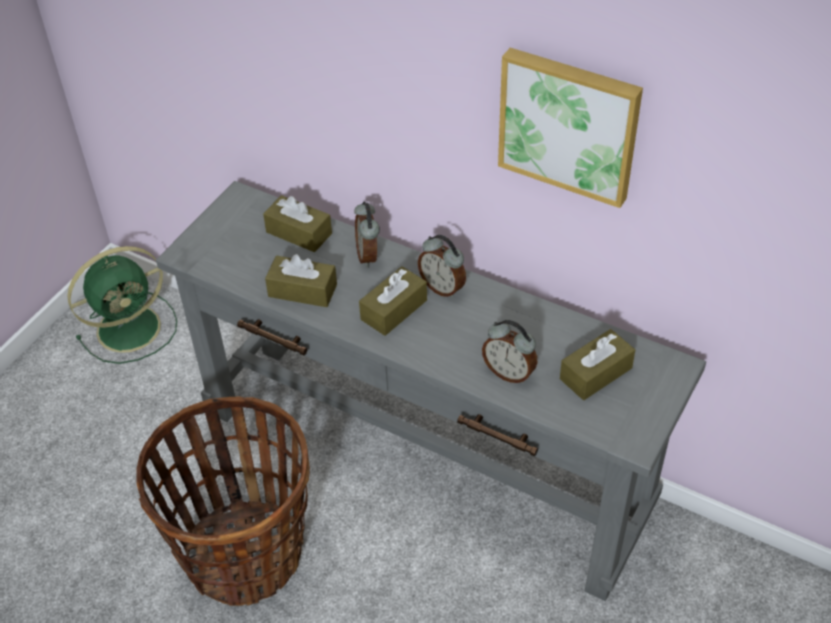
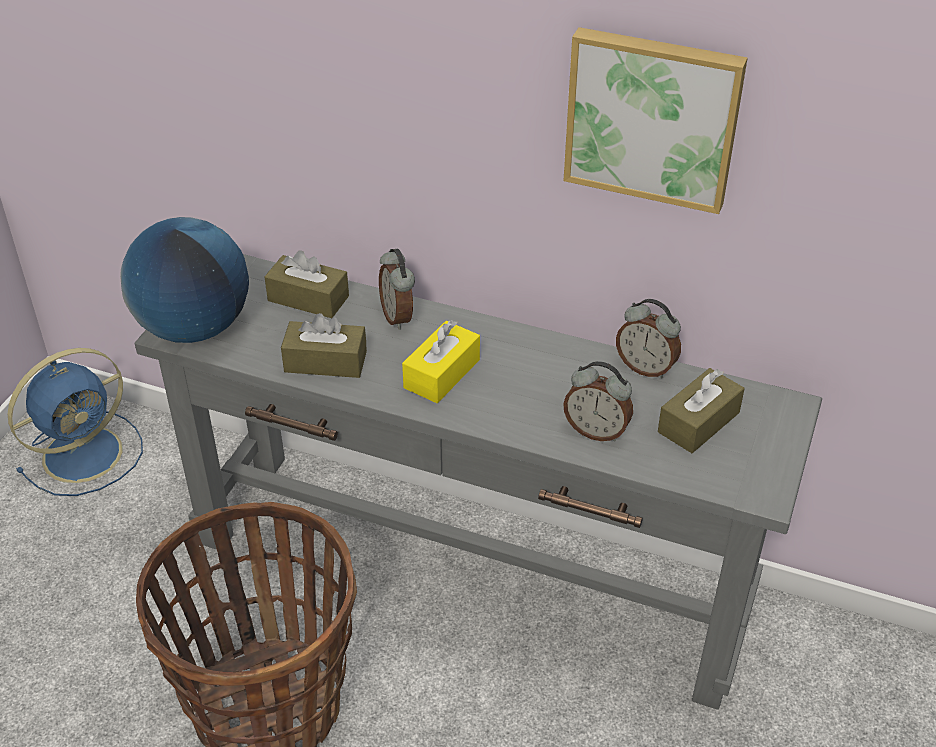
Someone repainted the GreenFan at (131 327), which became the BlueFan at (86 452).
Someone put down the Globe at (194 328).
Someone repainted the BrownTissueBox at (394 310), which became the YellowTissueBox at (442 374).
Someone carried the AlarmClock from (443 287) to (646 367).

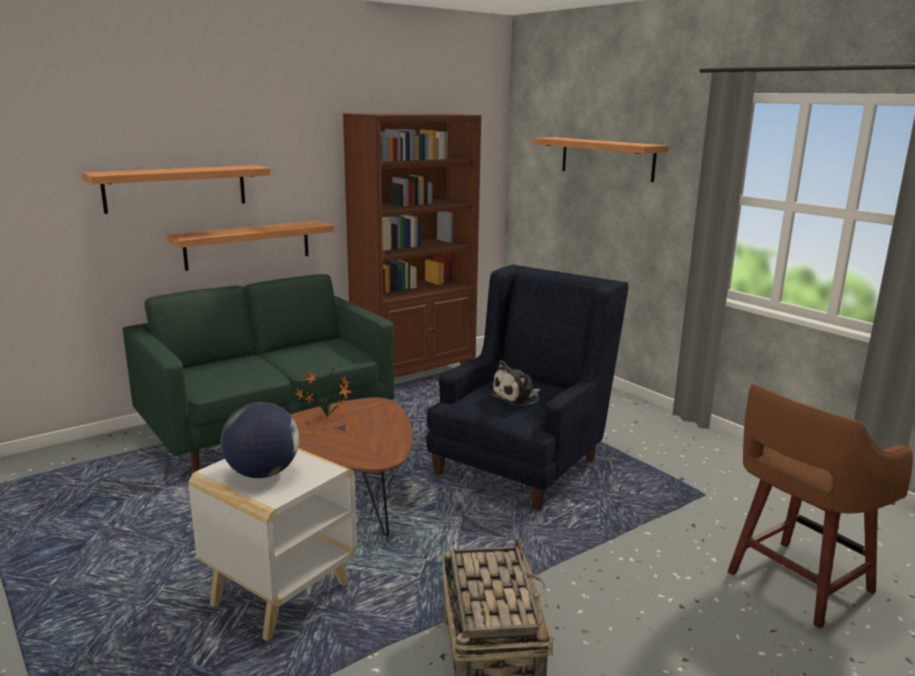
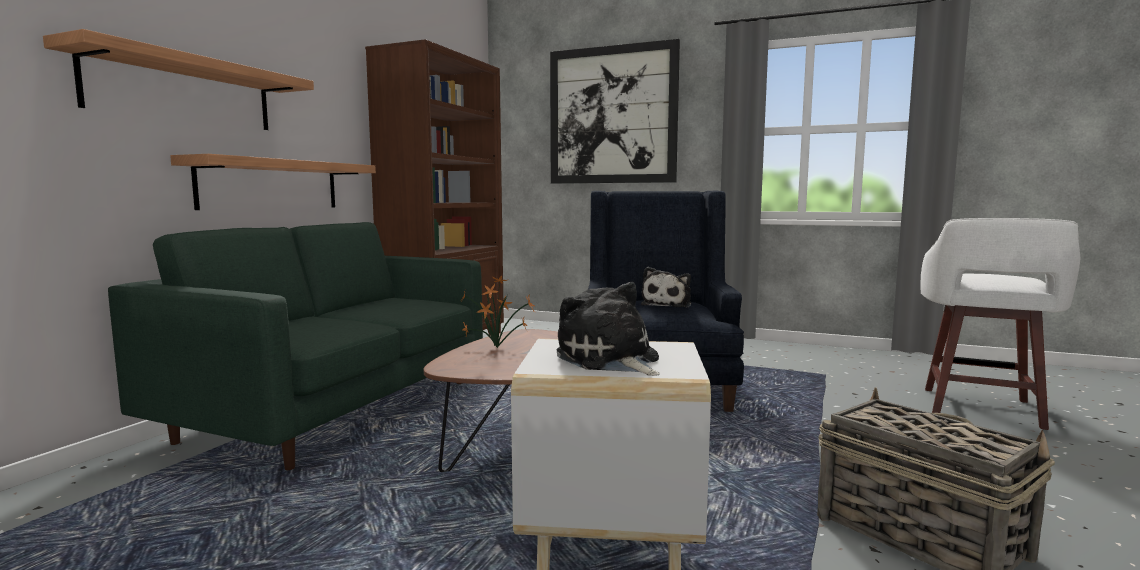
Someone swapped the Shelf at (607 158) for the Picture at (612 115).
Someone swapped the Globe at (262 473) for the PlushToy at (609 360).
Someone repainted the BrownStool at (796 584), which became the WhiteStool at (981 409).

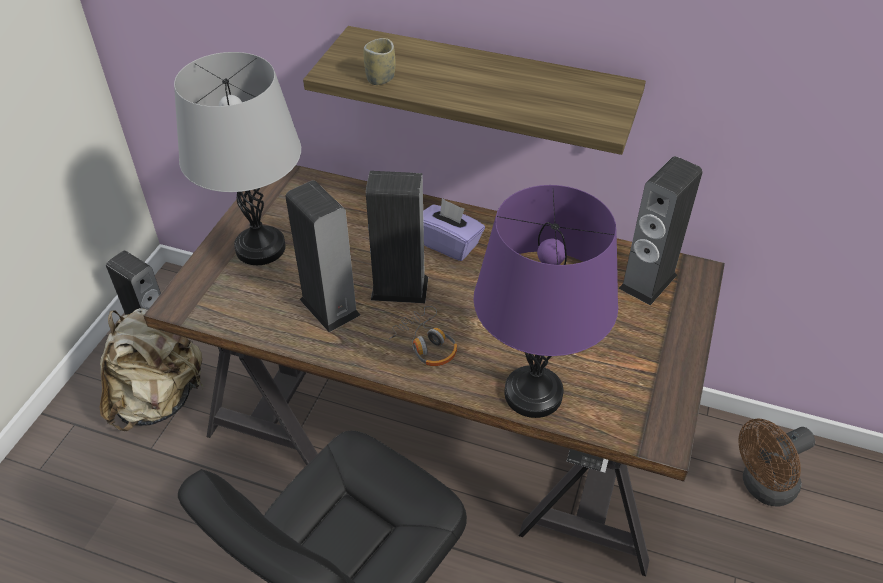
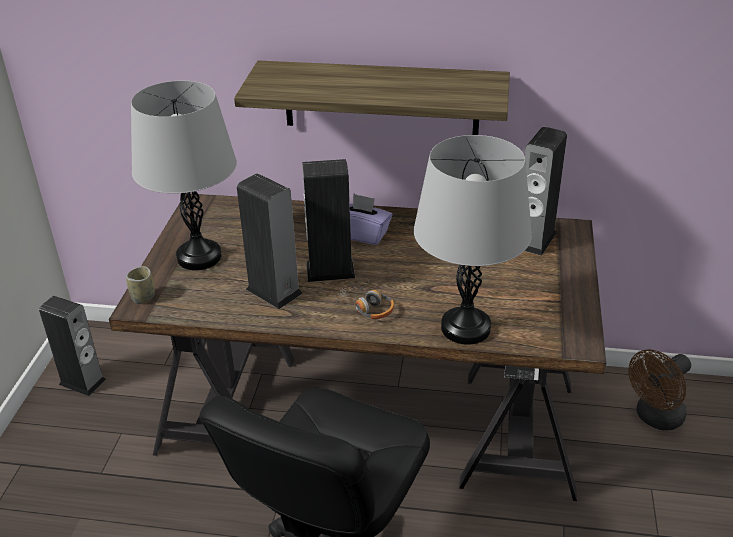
Someone carried the Cup from (380 78) to (143 297).
Someone repainted the PurpleTableLamp at (533 394), which became the GreyTableLamp at (466 328).
Someone took away the BeigeBackpack at (159 399).

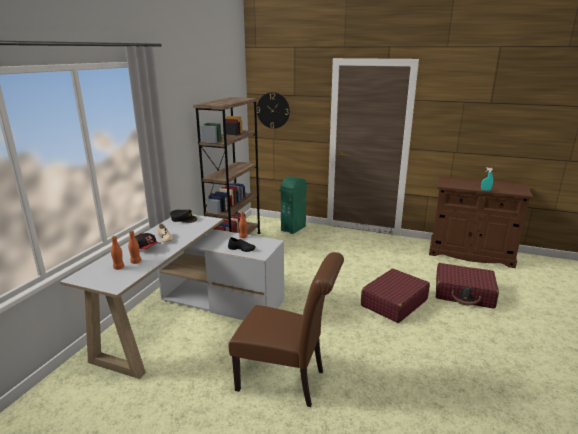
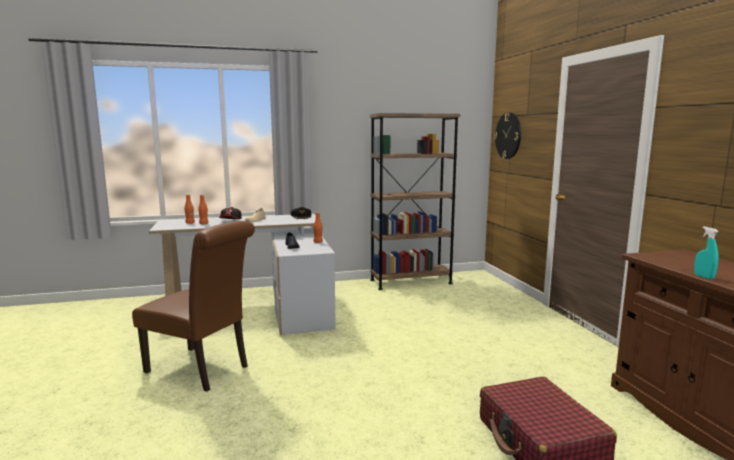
Someone rotated the BrownChair at (286 381) by 45 degrees counterclockwise.
Someone took away the GreenTrashCan at (293 228).
Someone took away the RedSuitcase at (393 303).

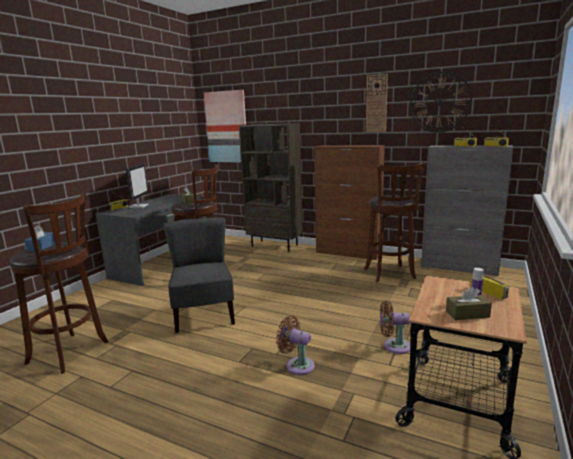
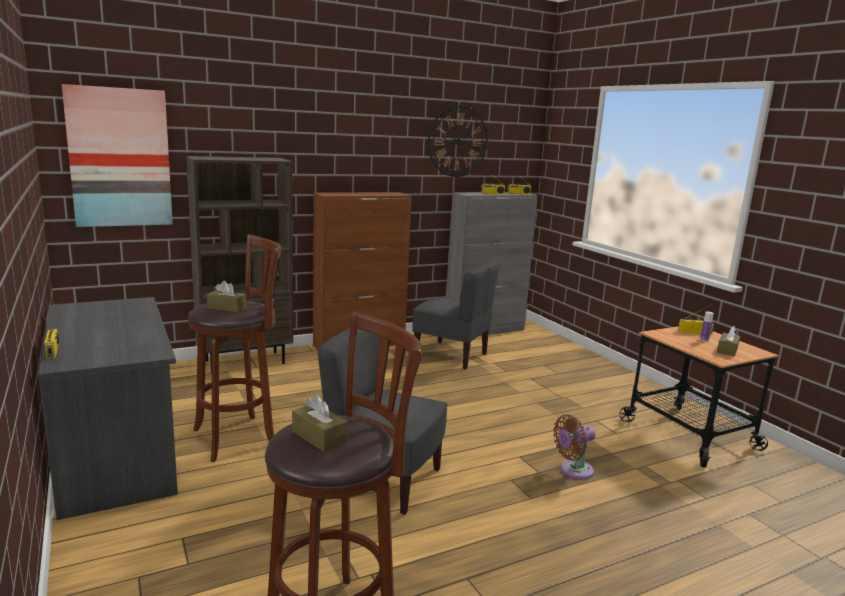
Someone repainted the BlueTissueBox at (42 247), which became the BrownTissueBox at (319 437).
Someone swapped the BrownStool at (390 274) for the GreyChair at (451 355).
Someone took away the Monitor at (139 206).
Someone took away the WallClock at (376 103).
Someone took away the BrownFan at (394 346).

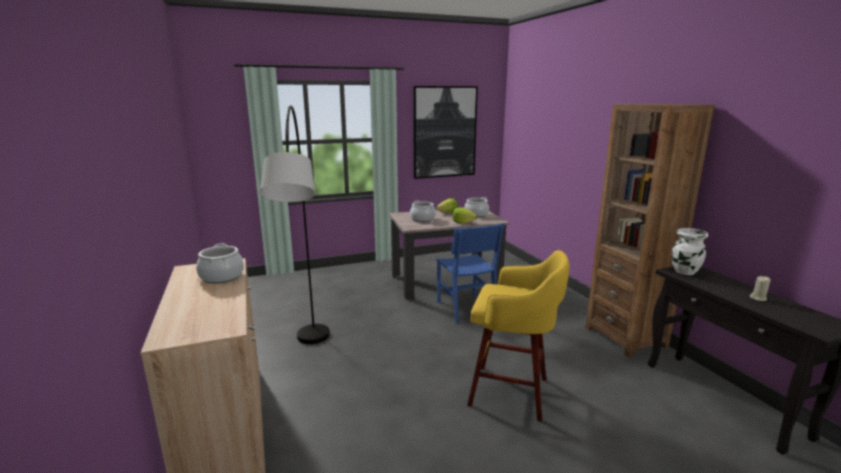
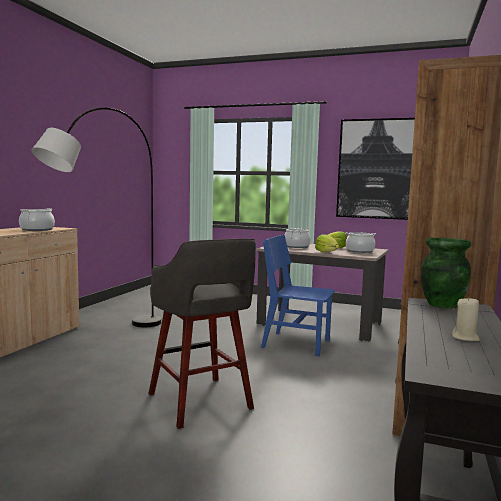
Someone repainted the YellowStool at (512 392), which became the GreyStool at (201 403).
Someone rotated the BlueChair at (466 308) by 90 degrees clockwise.
Someone repainted the WhiteVase at (684 272), which became the GreenVase at (442 305).

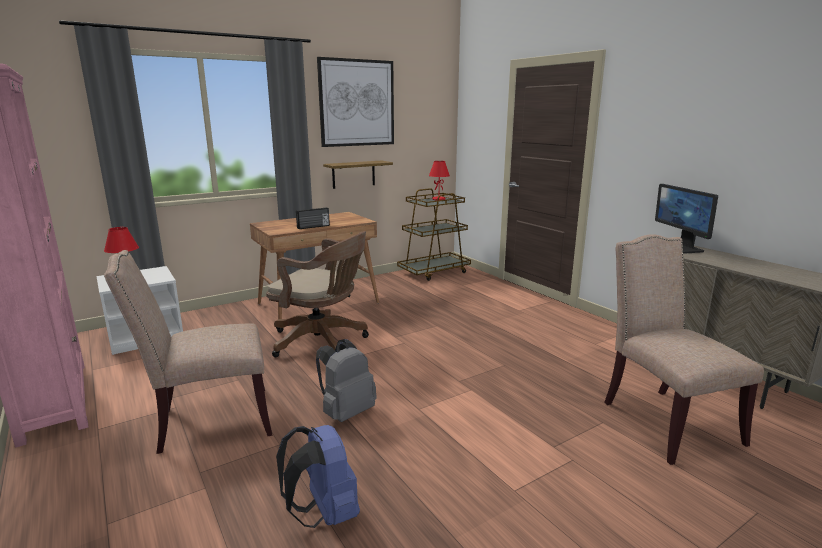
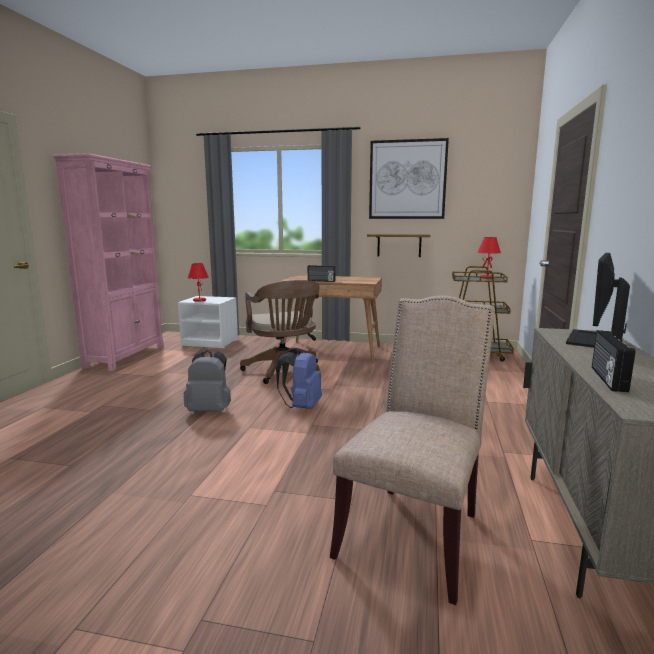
Someone carried the BlueBackpack from (324 513) to (301 406).
Someone put down the Radio at (607 379).
Someone took away the BeigeChair at (209 422).

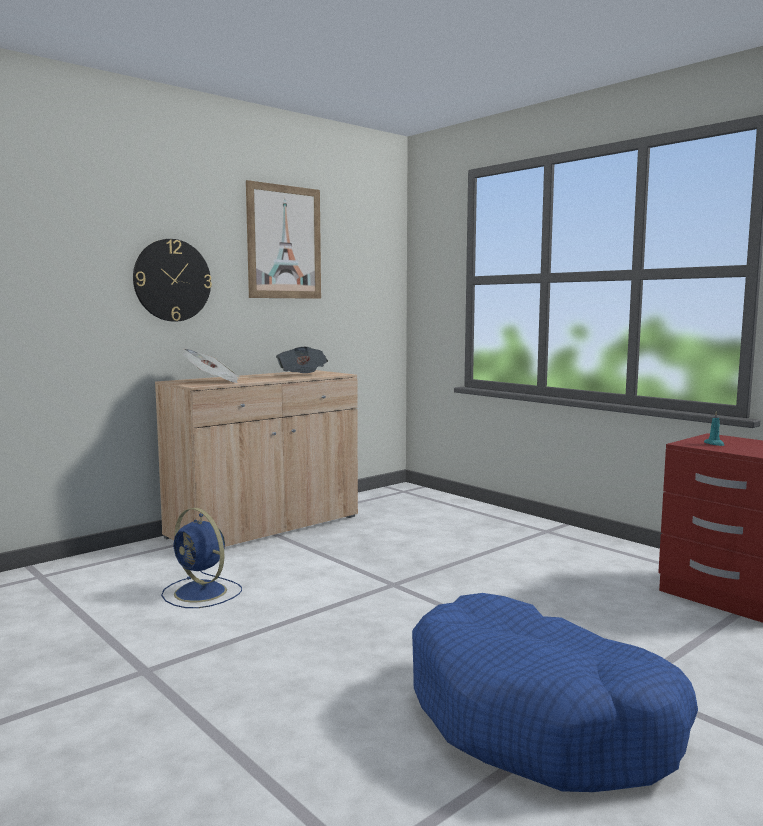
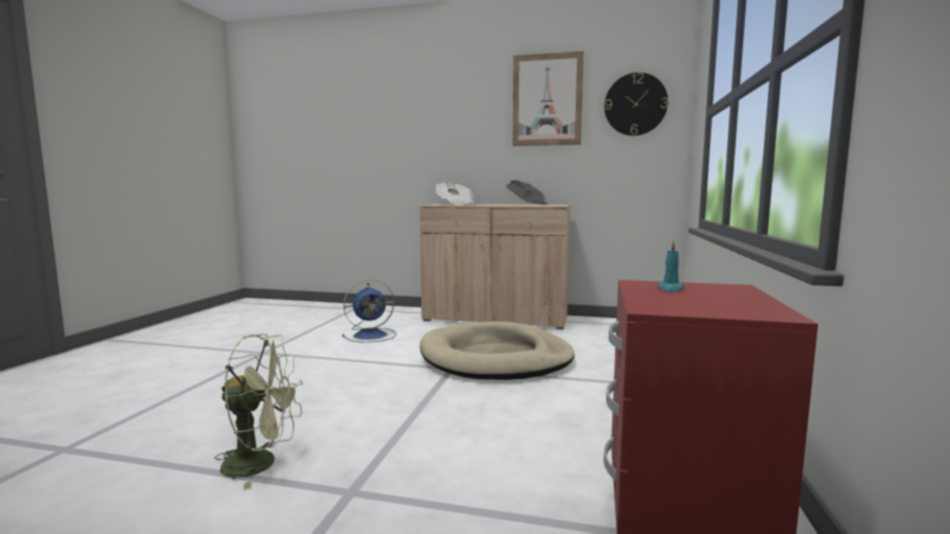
Someone swapped the BlueDogBed at (541 719) for the GreenFan at (261 463).
Someone rotated the BlueFan at (202 593) by 120 degrees counterclockwise.
Someone put down the BeigeDogBed at (496 358).
Someone carried the WallClock from (172 280) to (635 104).

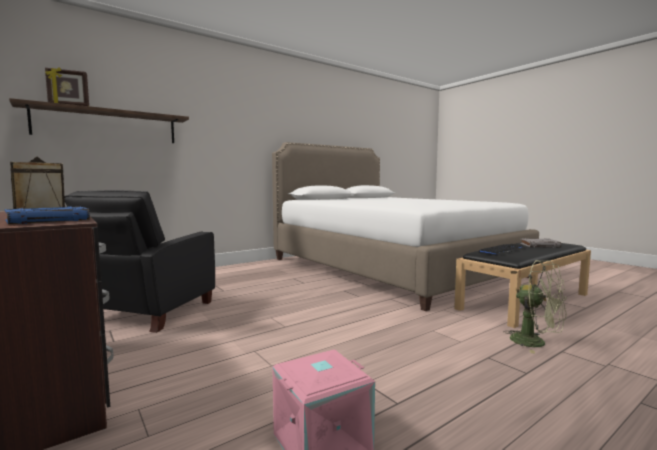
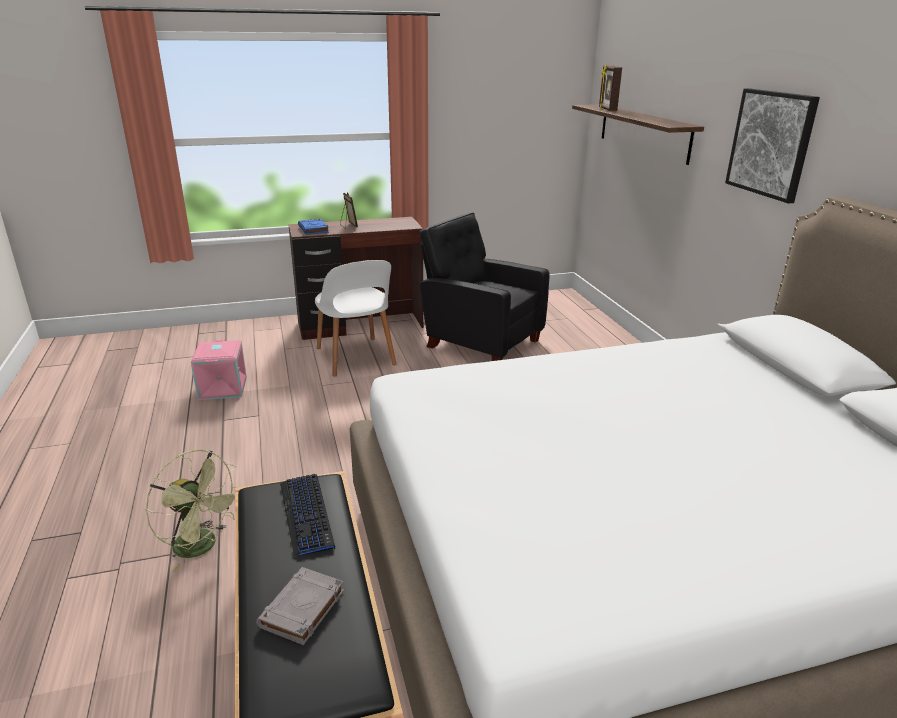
Someone rotated the GreenFan at (536 343) by 120 degrees counterclockwise.
Someone put down the WhiteChair at (355 358).
Someone put up the Picture at (771 144).

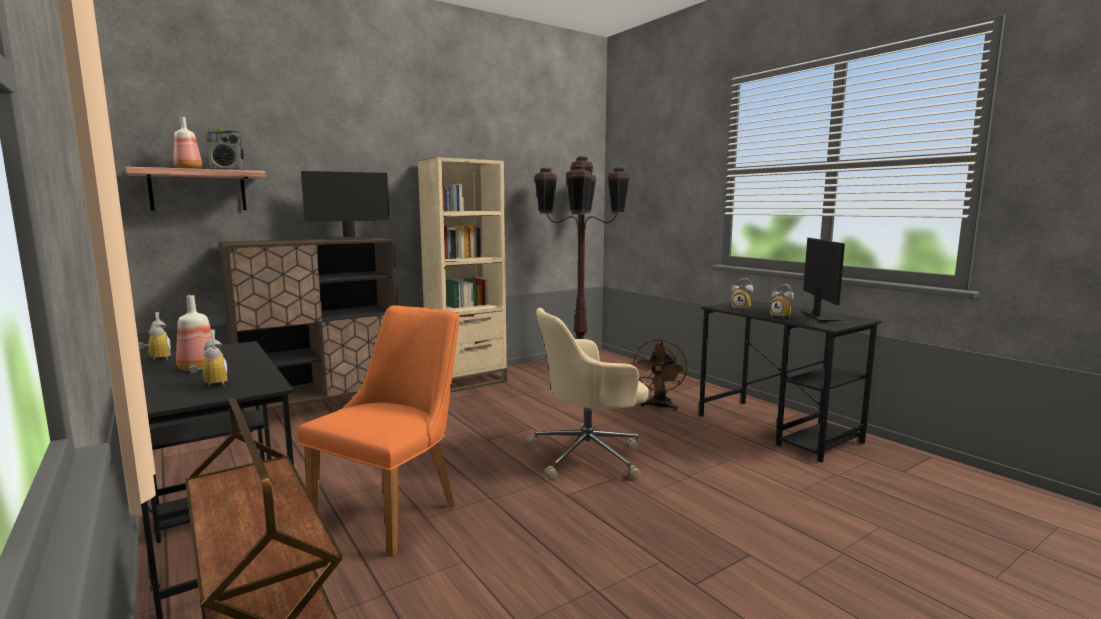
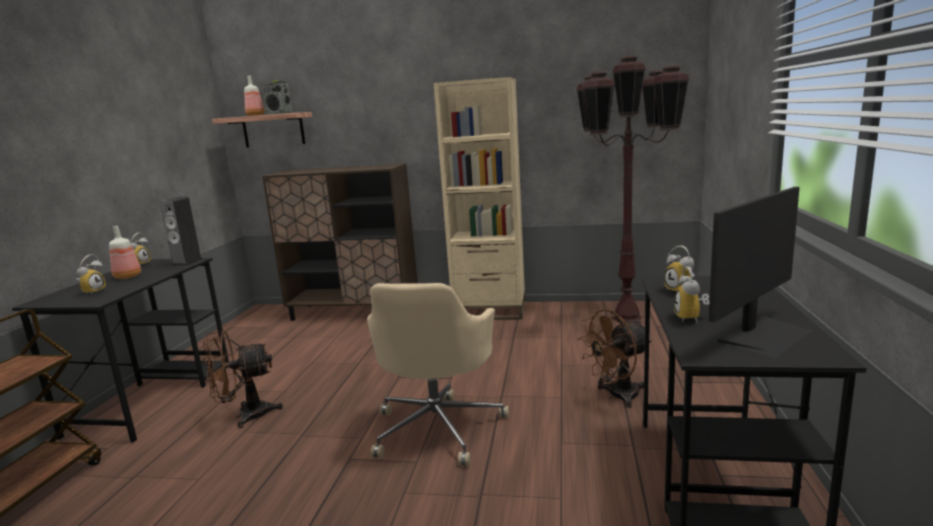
Someone put down the Speaker at (187 262).
Someone swapped the OrangeChair at (396 509) for the BrownFan at (246 415).
Someone rotated the BeigeOfficeChair at (589 456) by 105 degrees counterclockwise.
Someone took away the Monitor at (350 239).

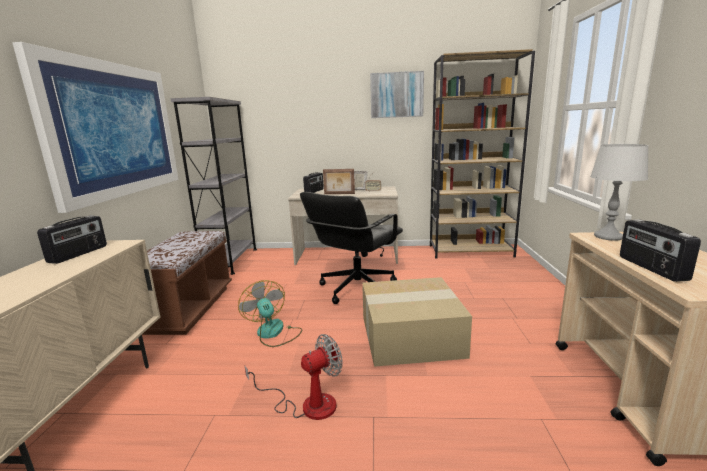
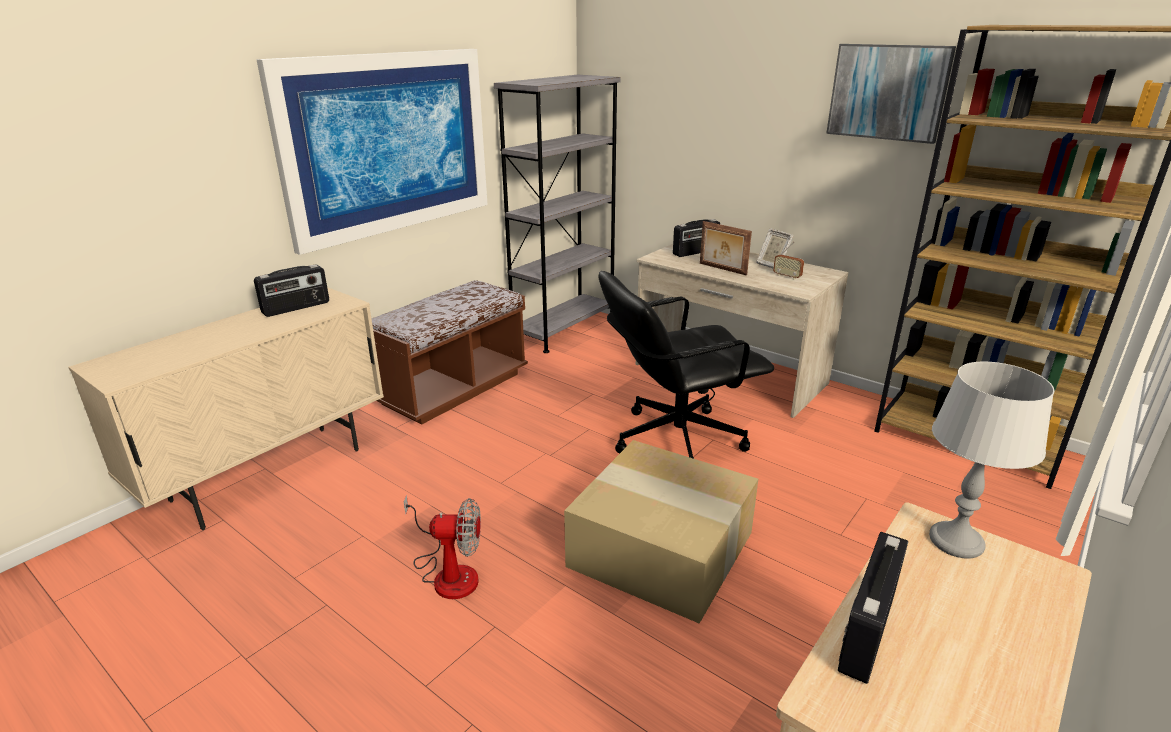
Someone took away the Fan at (273 333).

